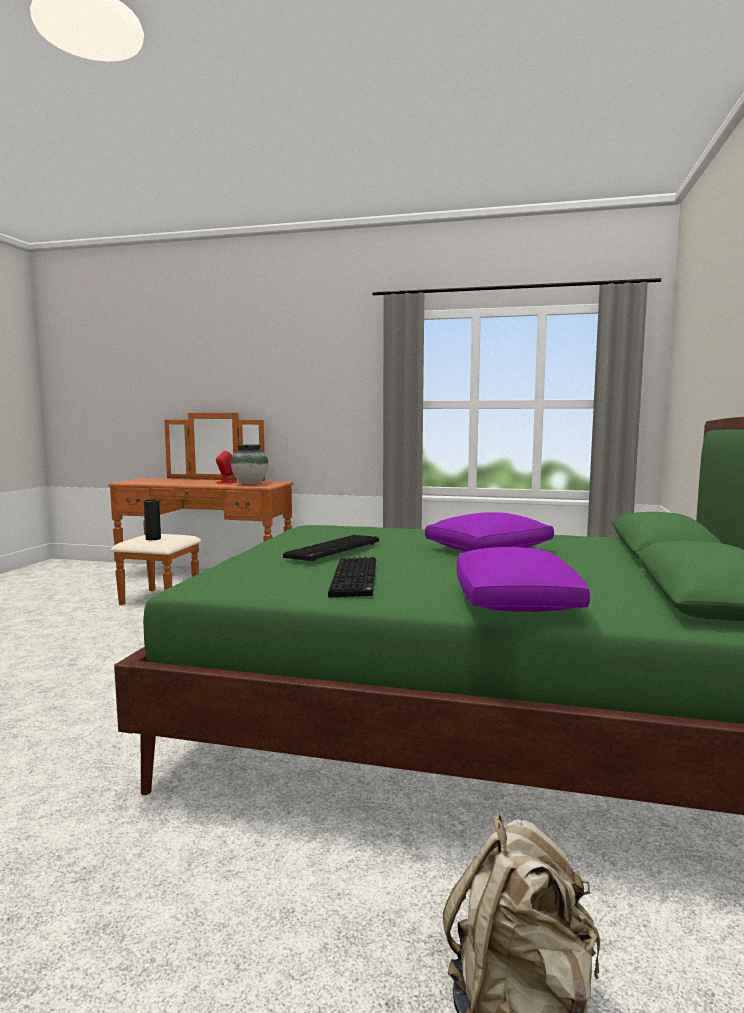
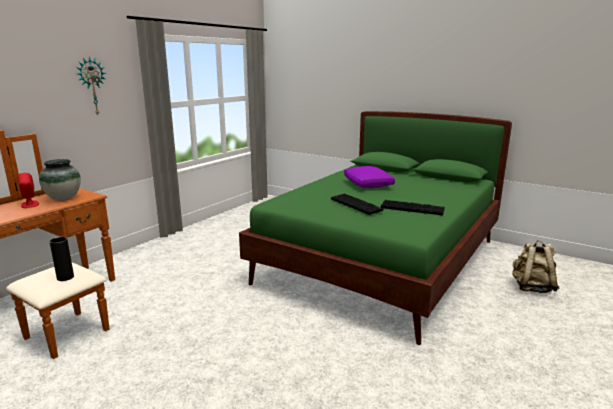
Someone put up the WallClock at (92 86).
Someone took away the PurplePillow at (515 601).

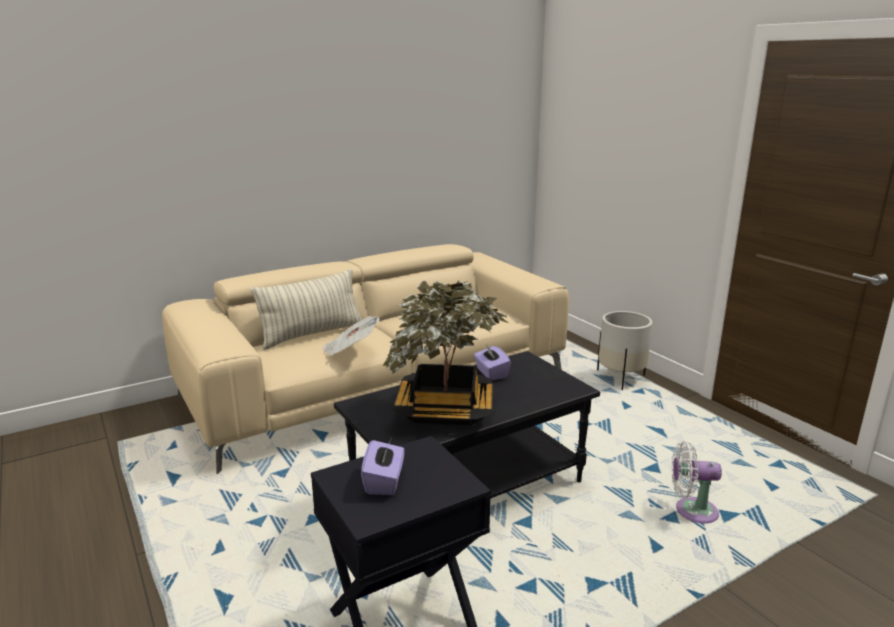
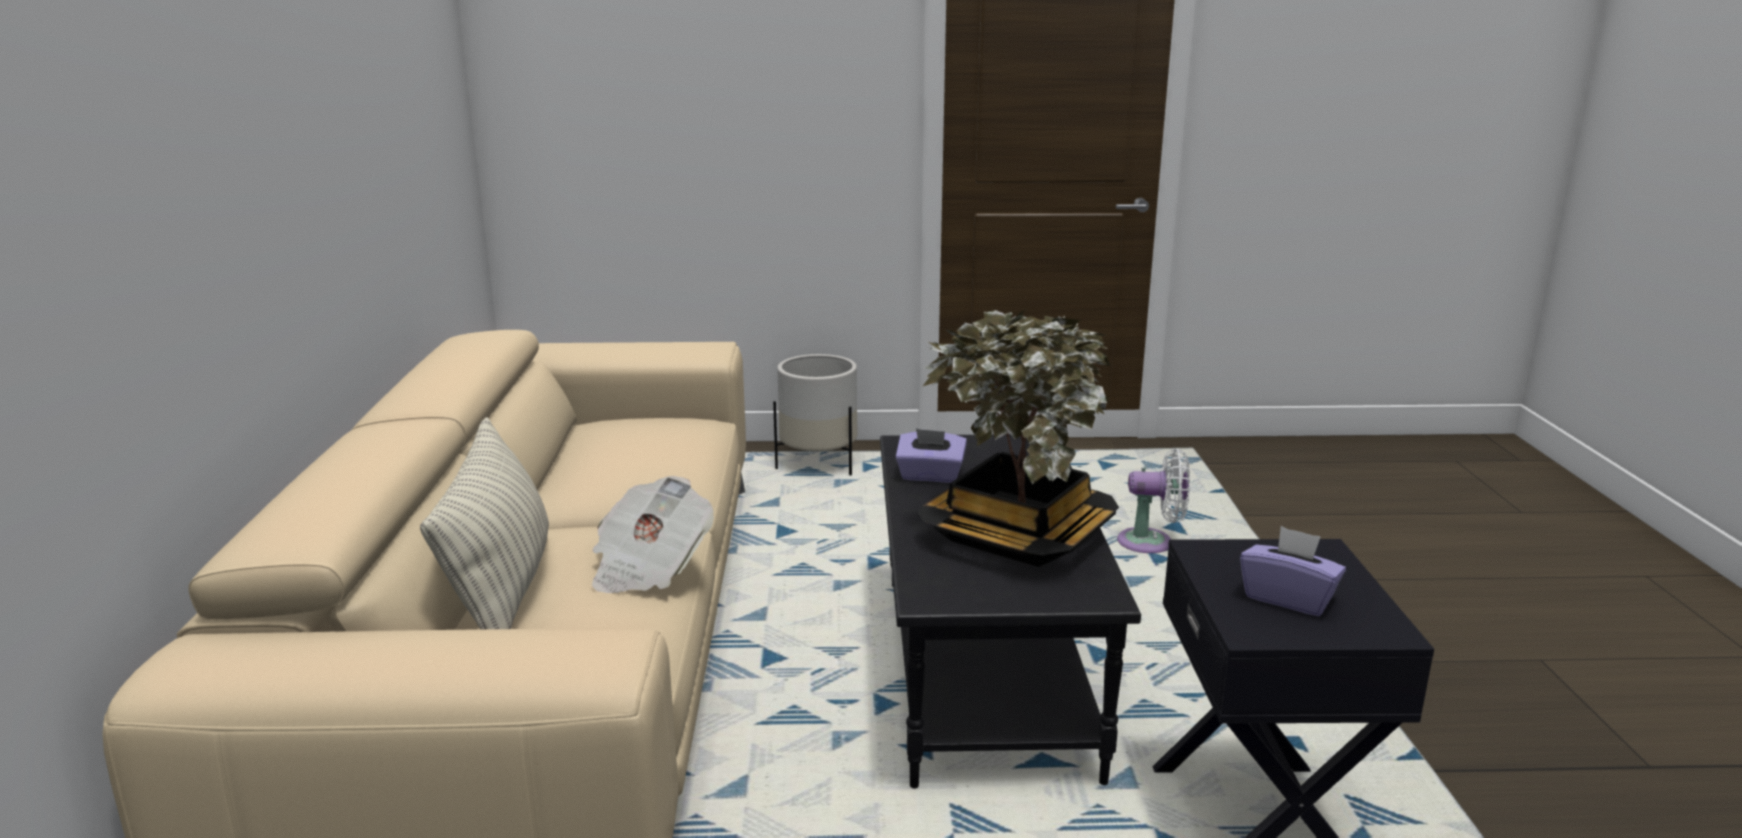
Someone rotated the WhiteFan at (691 511) by 120 degrees counterclockwise.

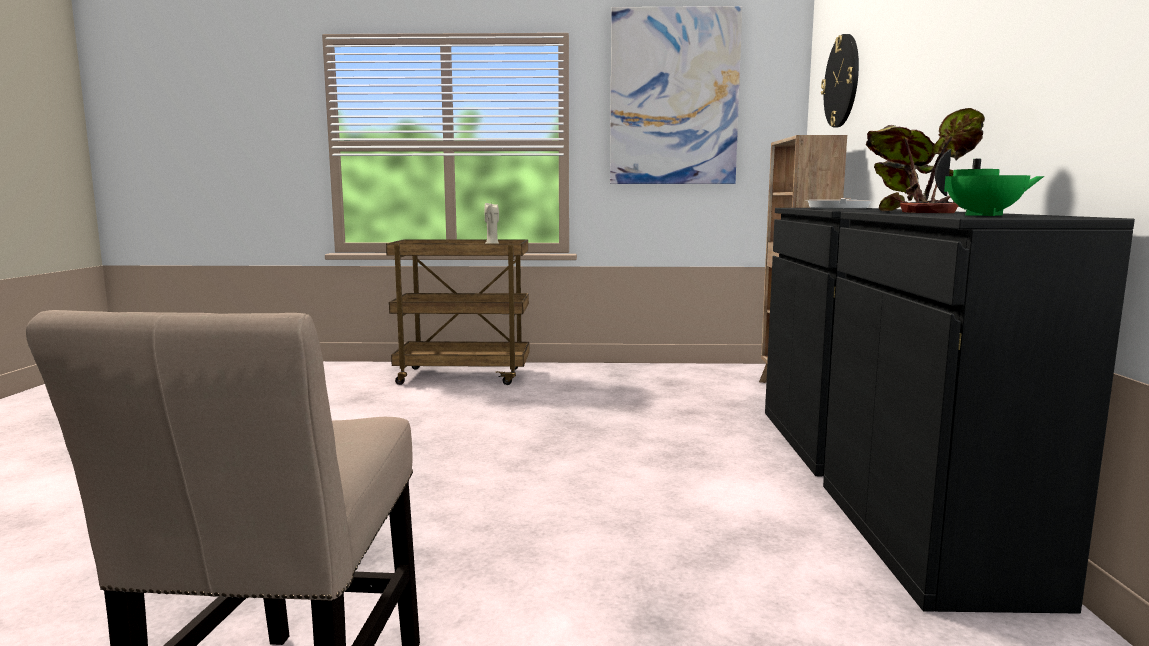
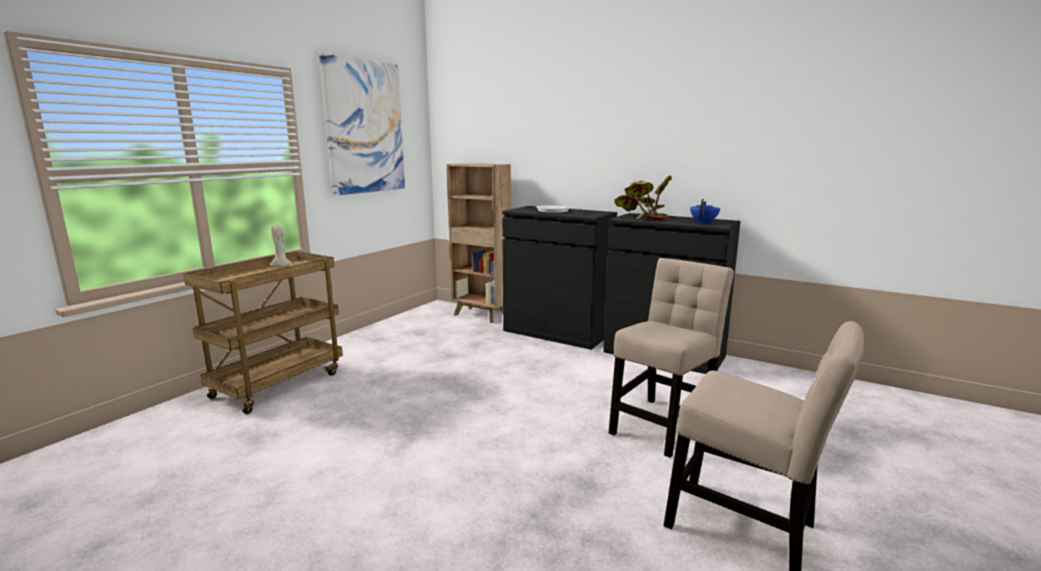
Someone put down the BeigeChair at (663 423).
Someone repainted the GreenTeapot at (984 215), which became the BlueTeapot at (704 222).
Someone took away the WallClock at (842 81).

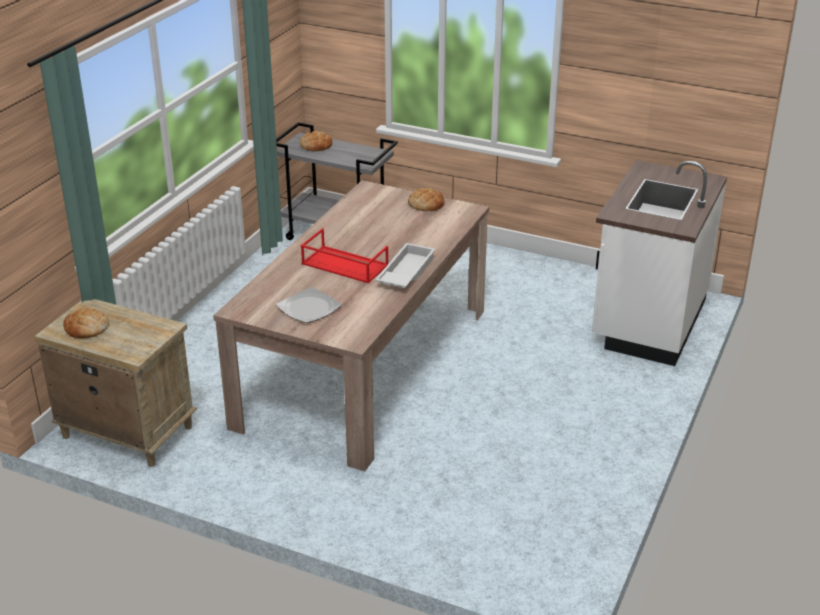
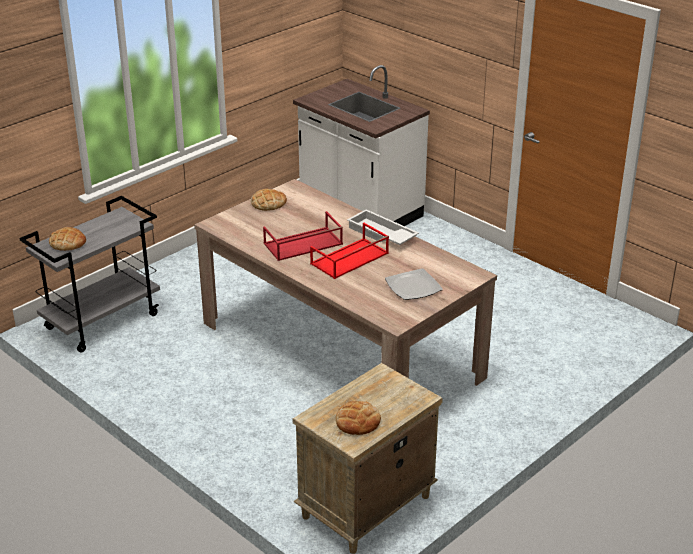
Someone put down the RedTray at (302 244).

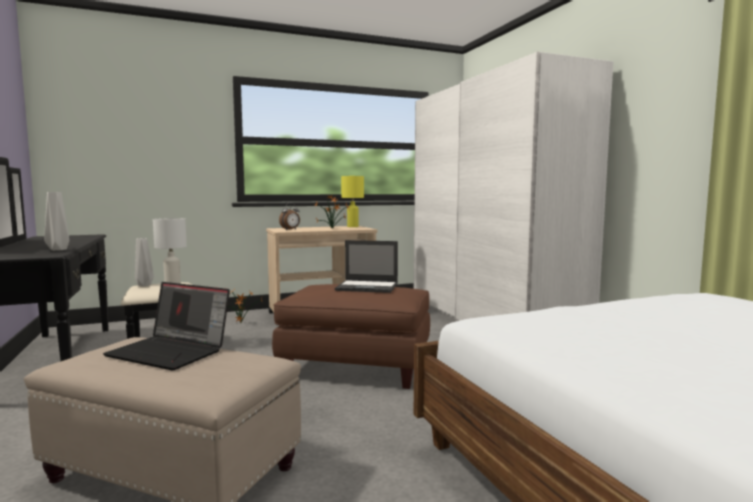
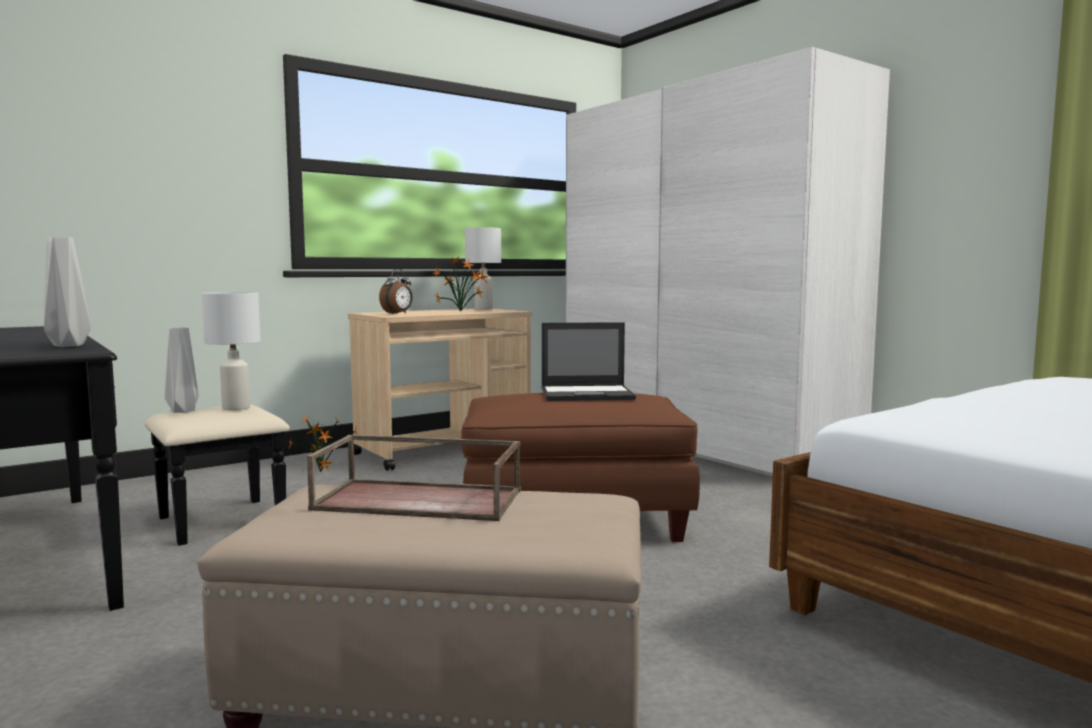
Someone swapped the Laptop at (171 352) for the BrownTray at (421 499).
Someone repainted the YellowTableLamp at (352 226), which became the WhiteTableLamp at (483 309).

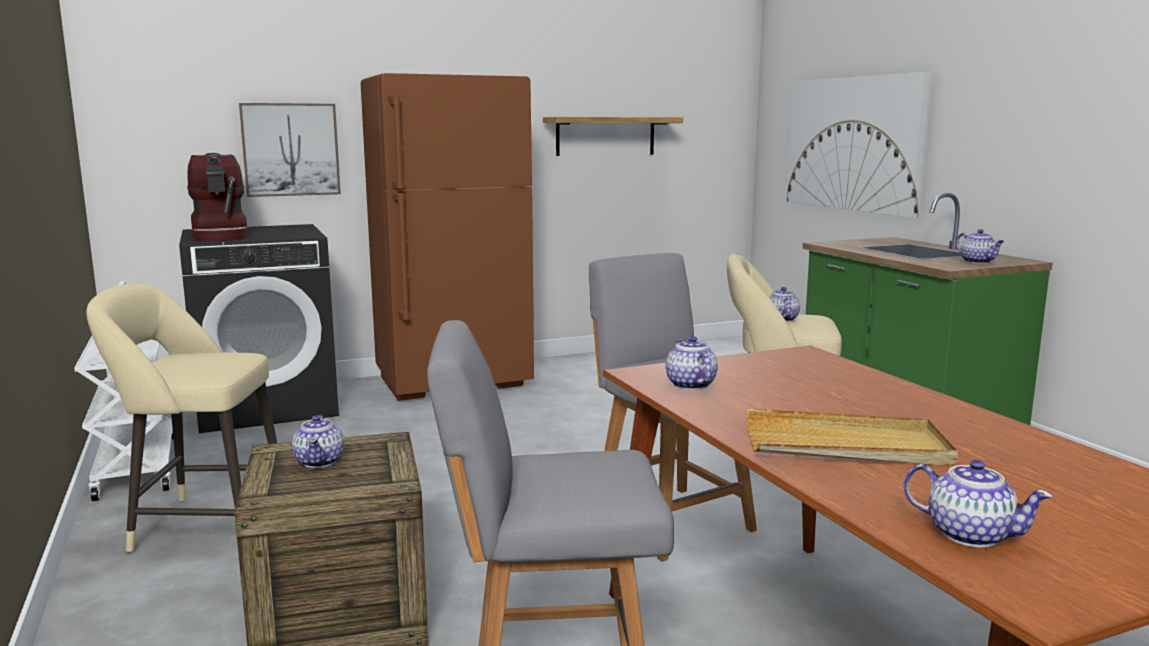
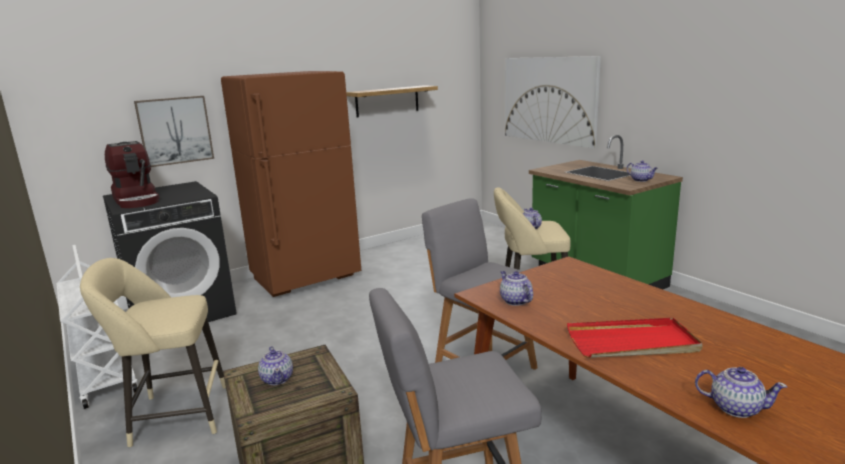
Someone repainted the BeigeTray at (845 445), which became the RedTray at (632 343).

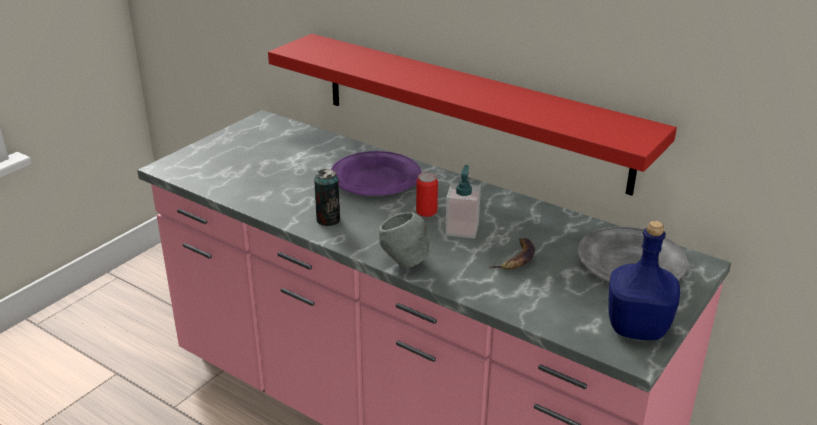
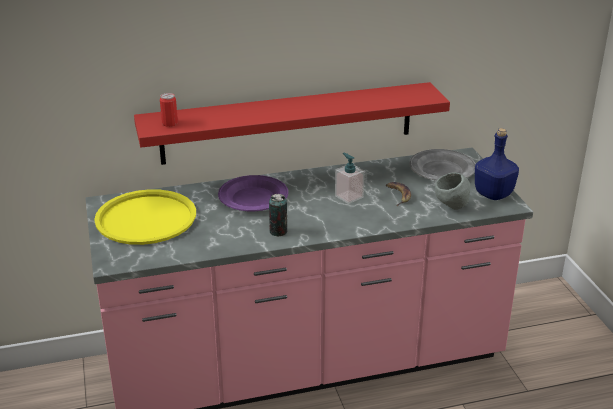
Someone put down the YellowTray at (146 218).
Someone carried the Can from (426 212) to (169 123).
Someone carried the GreyBowl from (404 262) to (451 207).

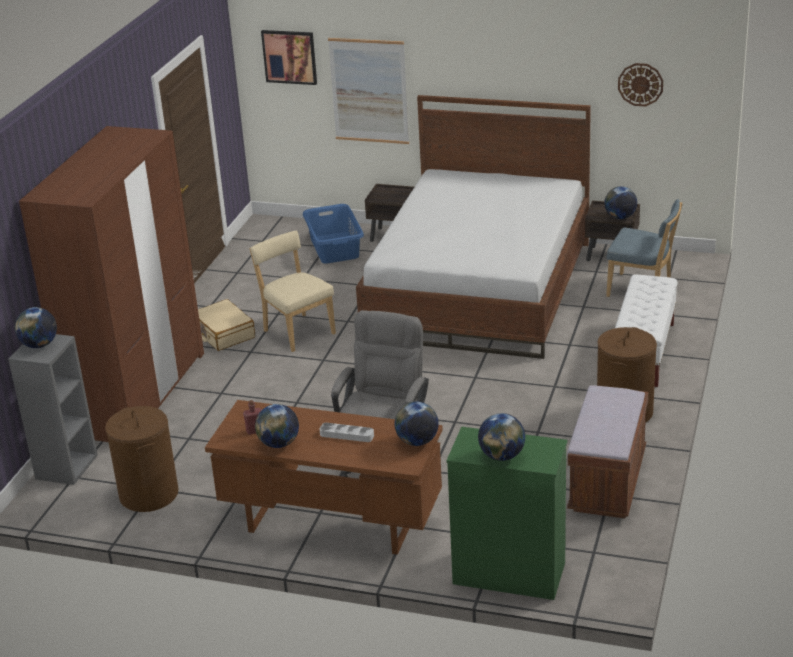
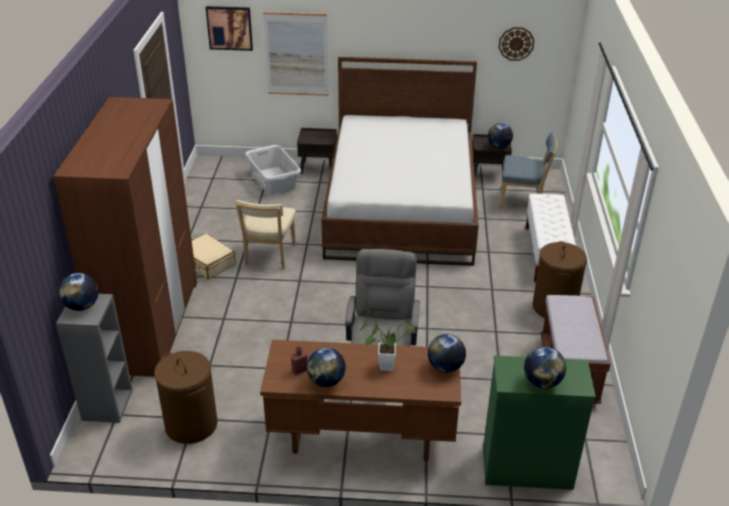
Someone rotated the BeigeChair at (297 331) by 120 degrees counterclockwise.
Someone repainted the BlueLaundryBasket at (335 248), which became the GreyLaundryBasket at (274 180).
Someone swapped the GreyTray at (347 435) for the PottedPlant at (382 366).

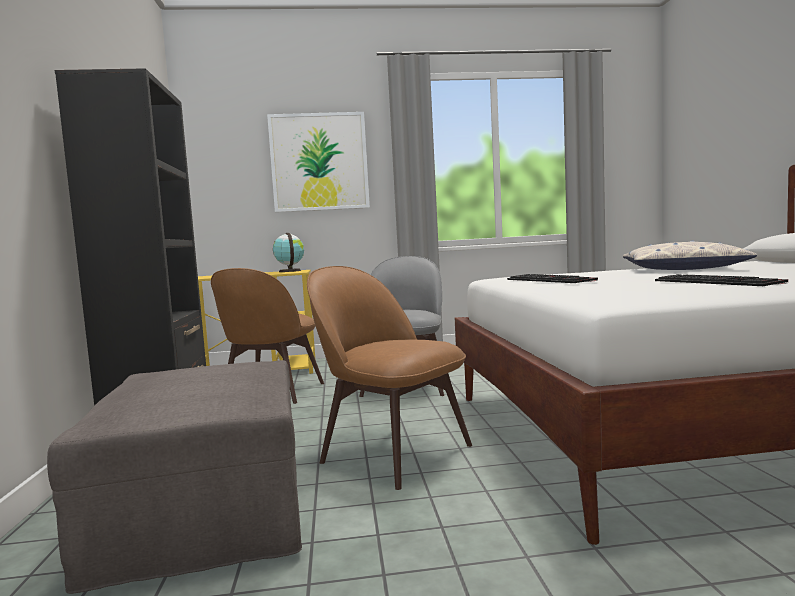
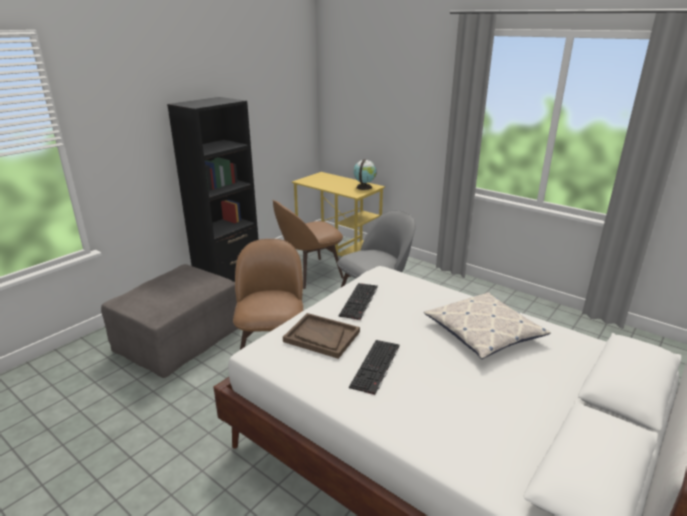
Someone put down the BrownTray at (321 337).
Someone took away the Picture at (319 162).

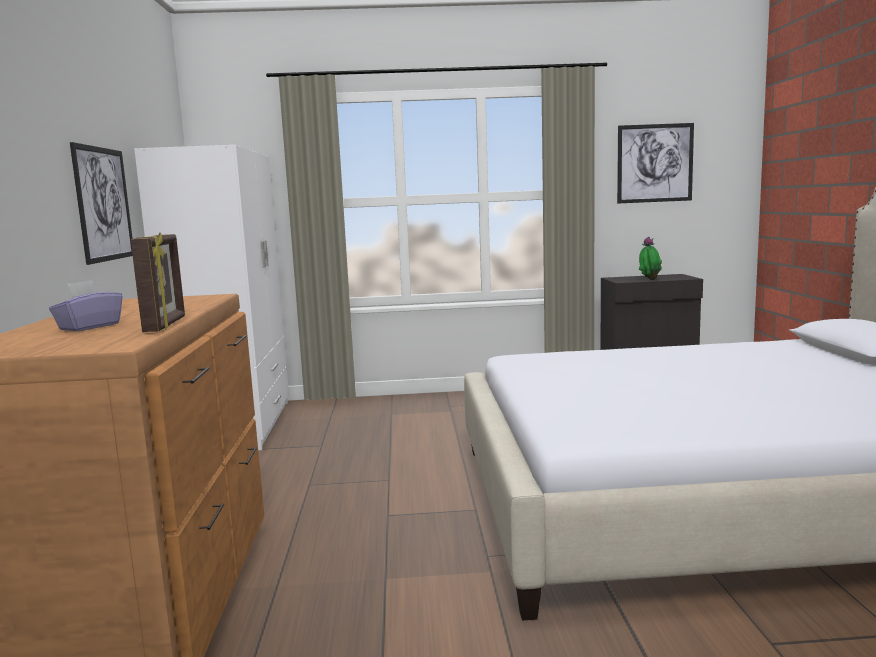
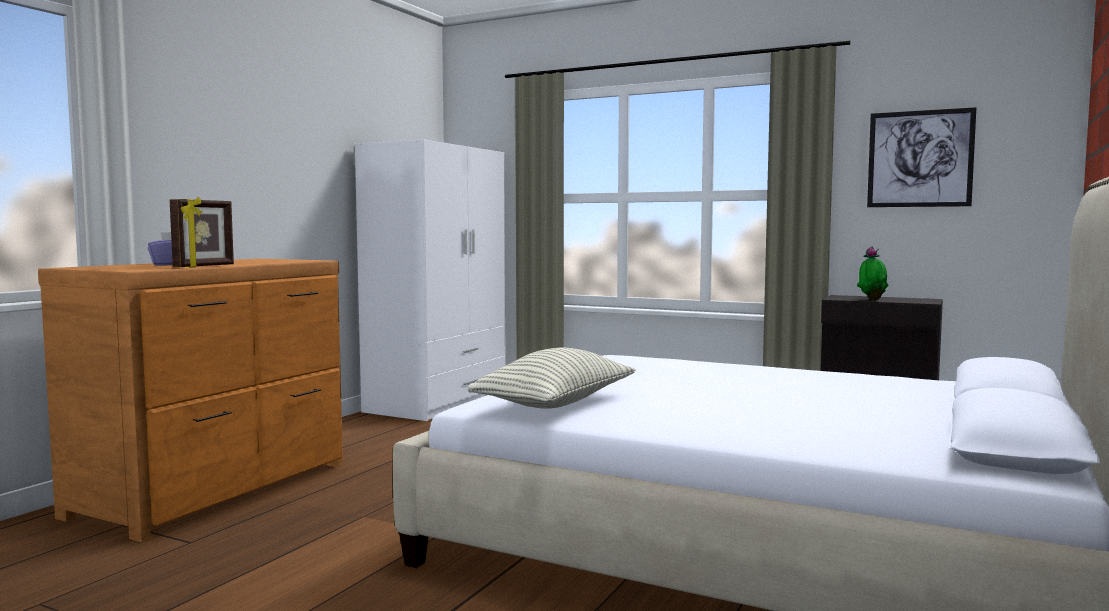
Someone put down the Pillow at (556 404).
Someone took away the Picture at (104 204).

